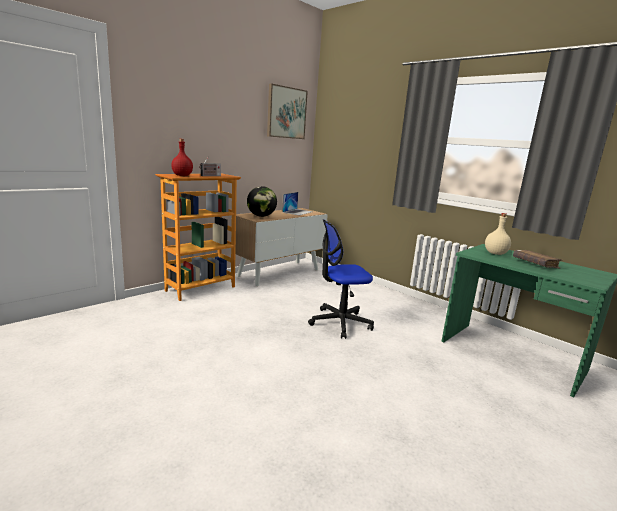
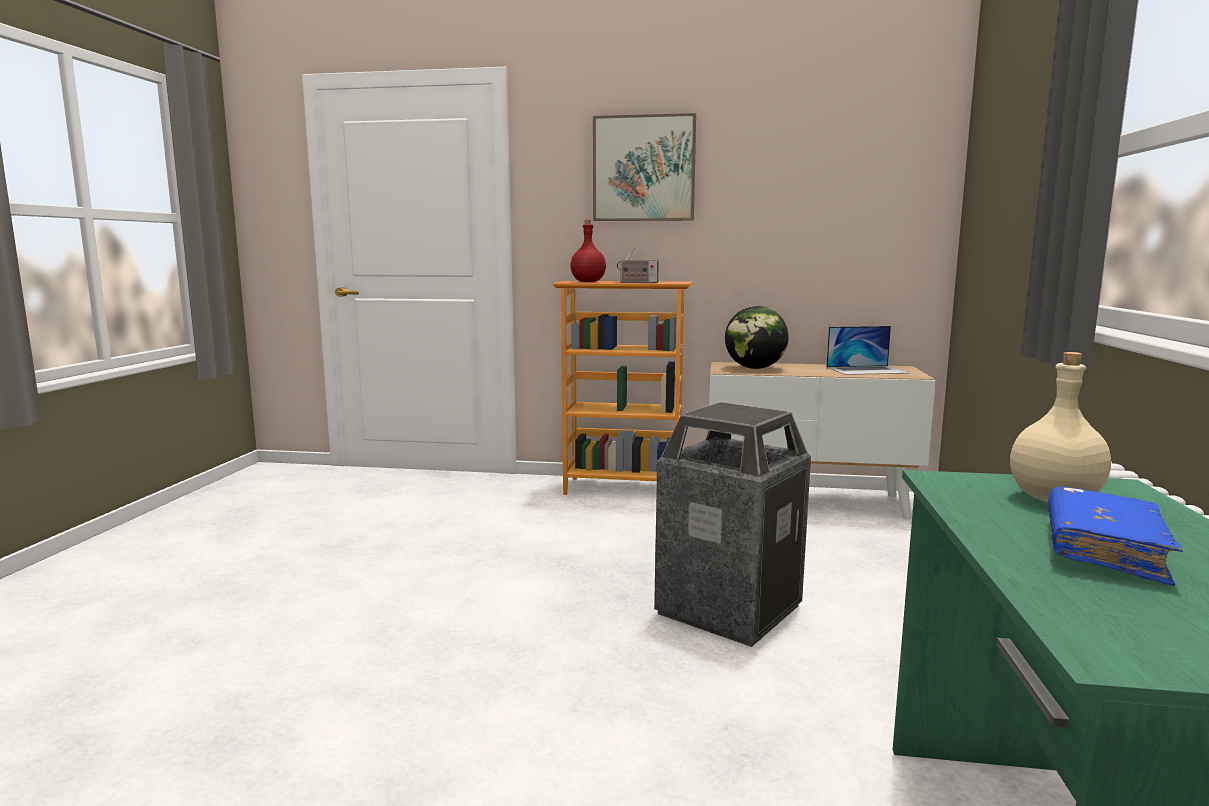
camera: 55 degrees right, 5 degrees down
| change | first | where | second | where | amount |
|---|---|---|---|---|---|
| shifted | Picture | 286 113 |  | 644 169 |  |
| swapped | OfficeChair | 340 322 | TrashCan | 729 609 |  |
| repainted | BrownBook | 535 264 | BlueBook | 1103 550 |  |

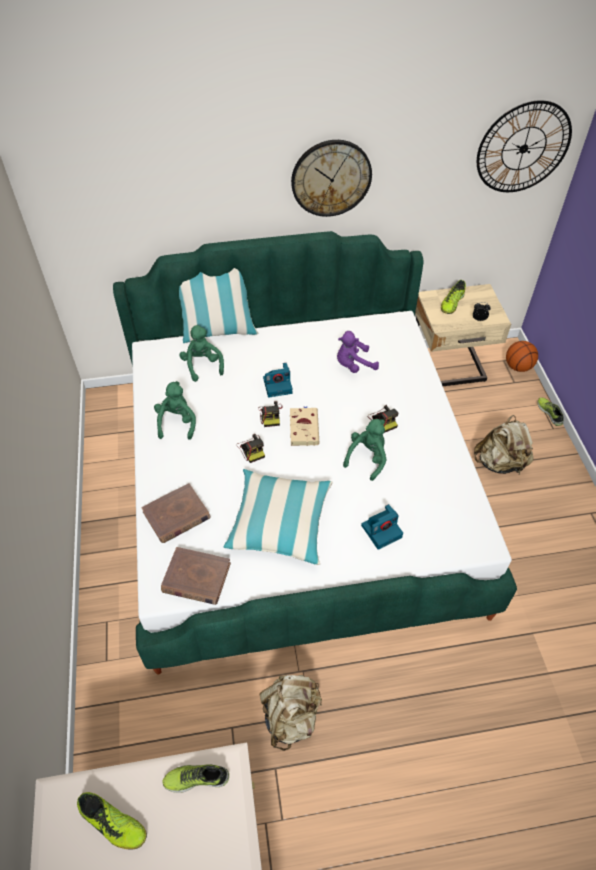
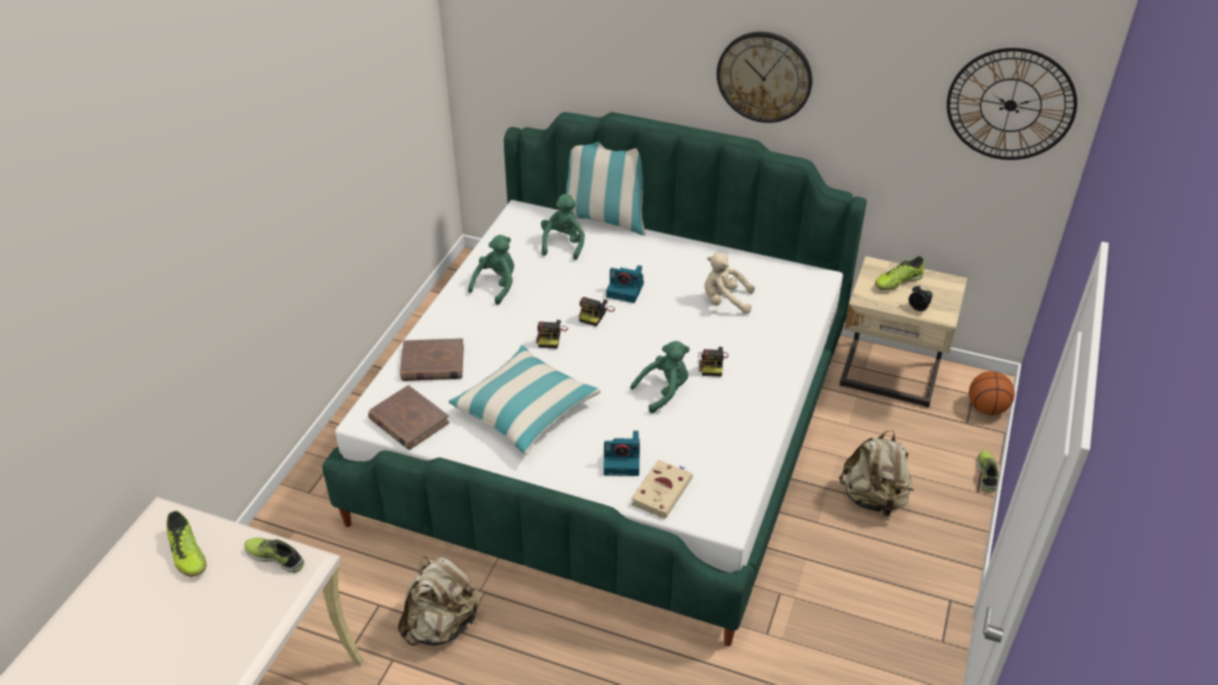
camera: 30 degrees right, 10 degrees down
| change | first | where | second | where | amount |
|---|---|---|---|---|---|
| shifted | BeigeBook | 303 427 |  | 662 491 |  |
| repainted | PurplePlushToy | 353 365 | BeigePlushToy | 725 301 |  |

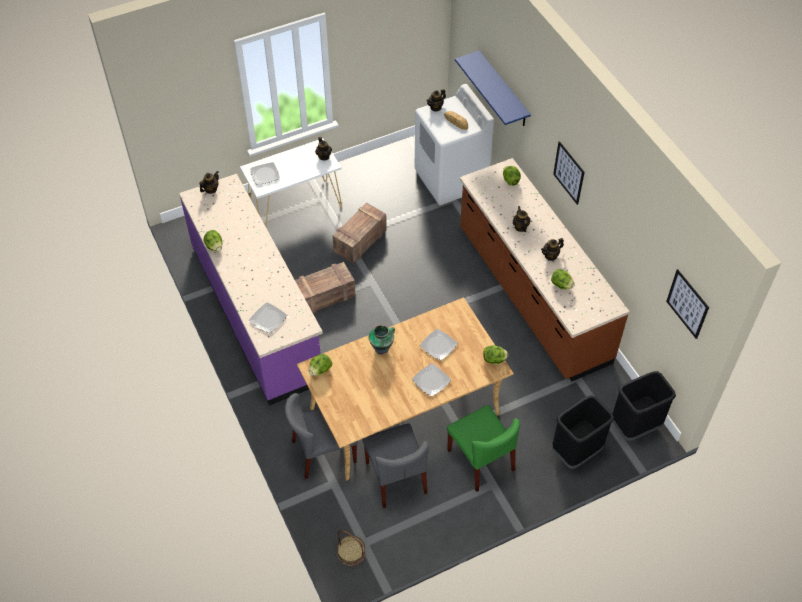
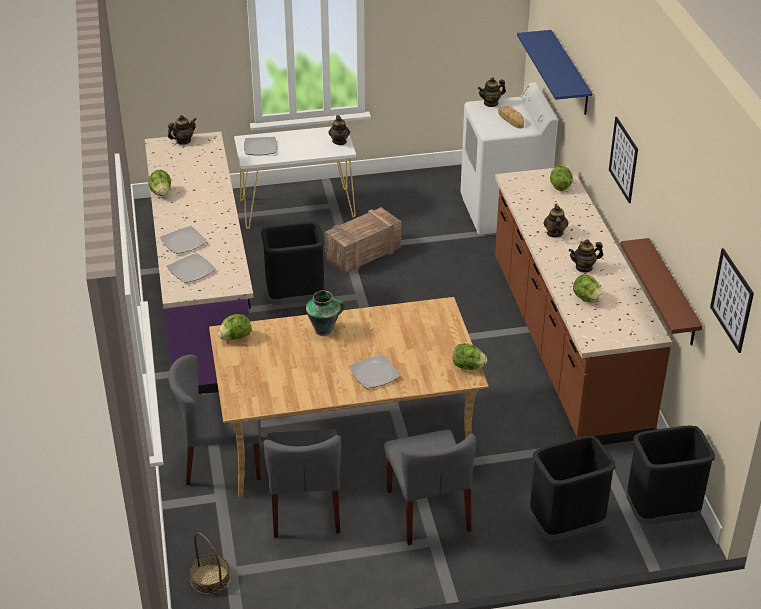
camera: 15 degrees right, 15 degrees down
| change | first | where | second | where | amount |
|---|---|---|---|---|---|
| swapped | Crate | 325 296 | BlackTrashCan | 296 300 |  |
| shifted | Plate | 439 345 |  | 184 242 |  |
| repainted | GreenChair | 481 460 | GreyChair | 428 511 |  |
| new |  |  | BrownShelf | 672 294 |  |

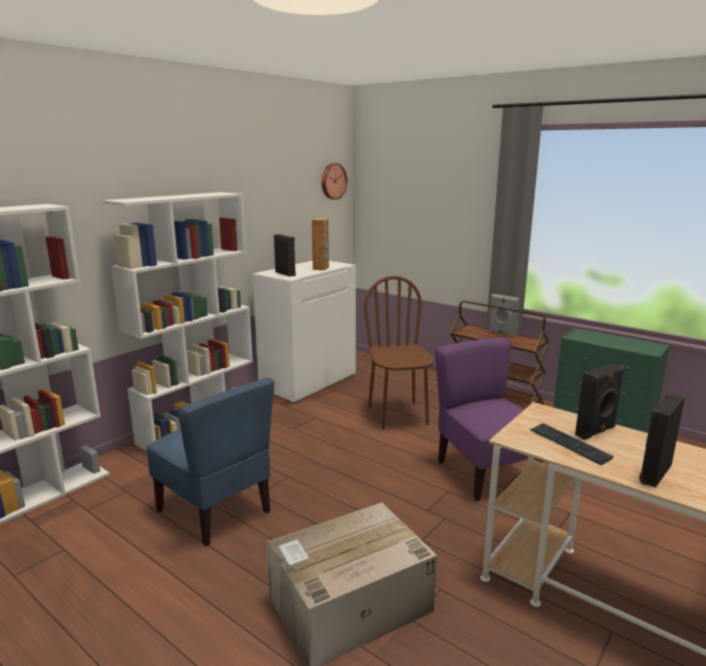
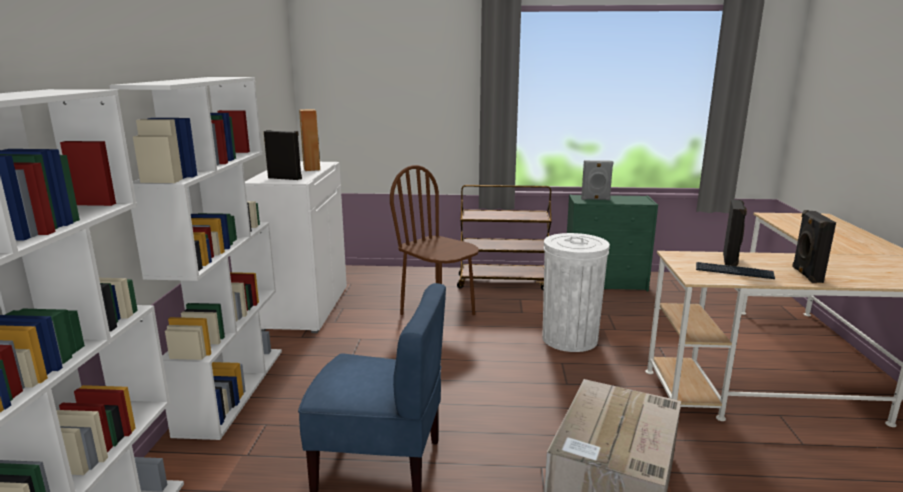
camera: 35 degrees left, 0 degrees up
| change | first | where | second | where | amount |
|---|---|---|---|---|---|
| gone | WallClock | 332 181 |  |  |  |
| swapped | PurpleChair | 485 473 | WhiteTrashCan | 569 339 |  |
| shifted | GreySpeaker | 502 333 |  | 595 199 |  |

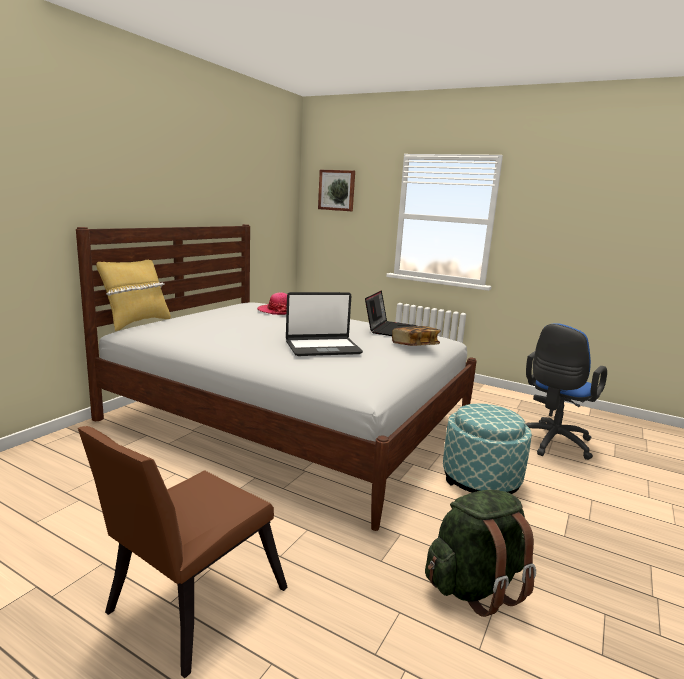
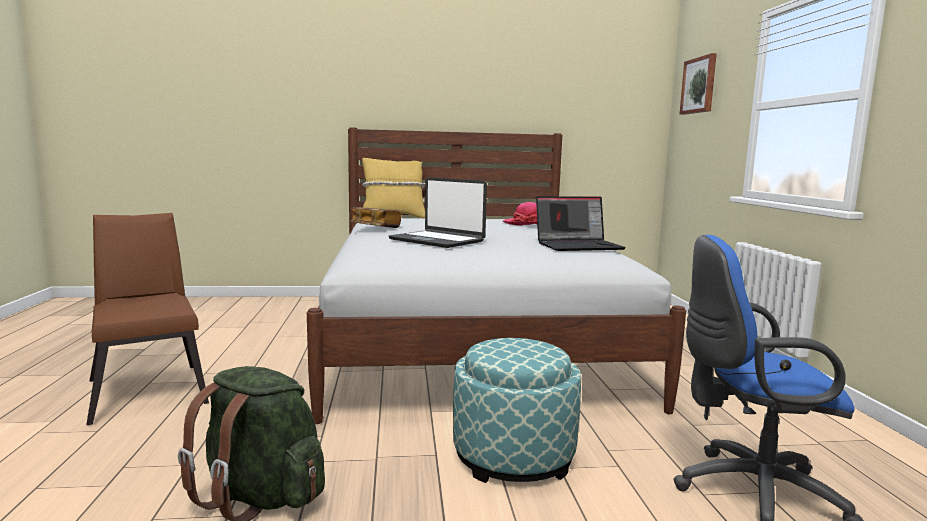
camera: 55 degrees right, 5 degrees down
| change | first | where | second | where | amount |
|---|---|---|---|---|---|
| rotated | BrownChair | 188 605 |  | 149 388 | 60 degrees clockwise |
| shifted | Book | 415 346 |  | 375 228 |  |

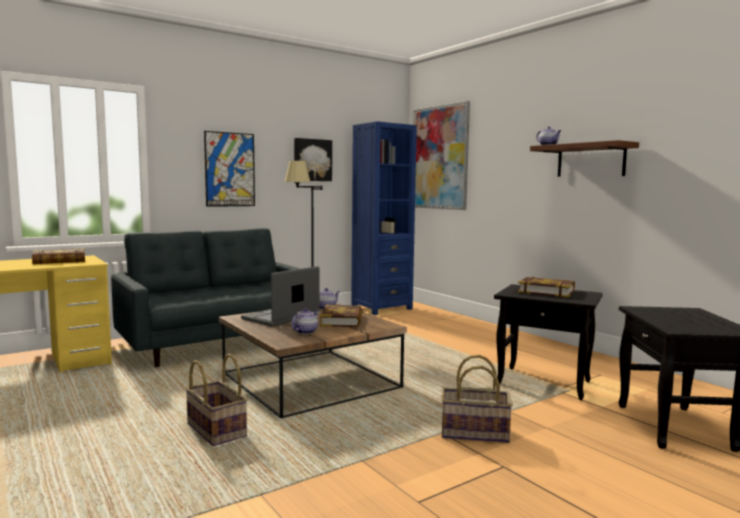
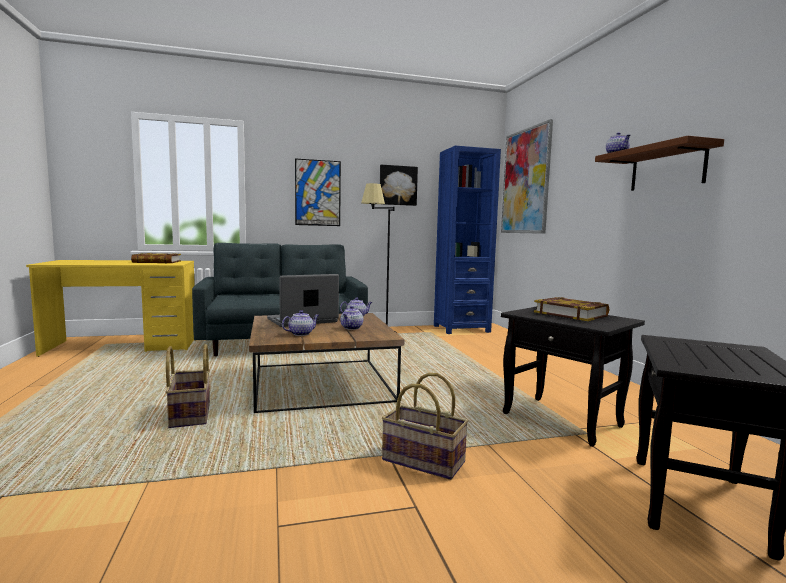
camera: 20 degrees right, 0 degrees up
| change | first | where | second | where | amount |
|---|---|---|---|---|---|
| swapped | Book | 342 320 | Teapot | 351 328 |  |

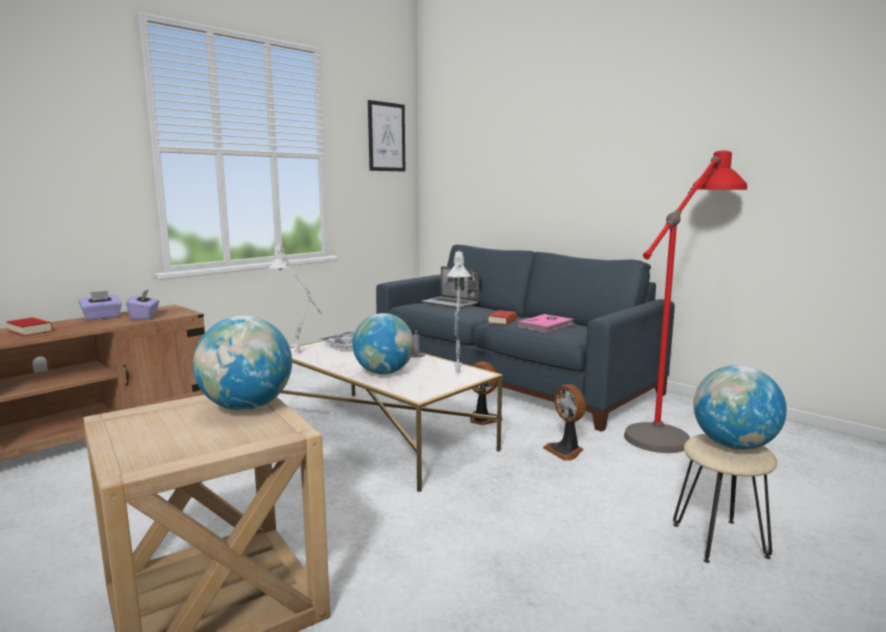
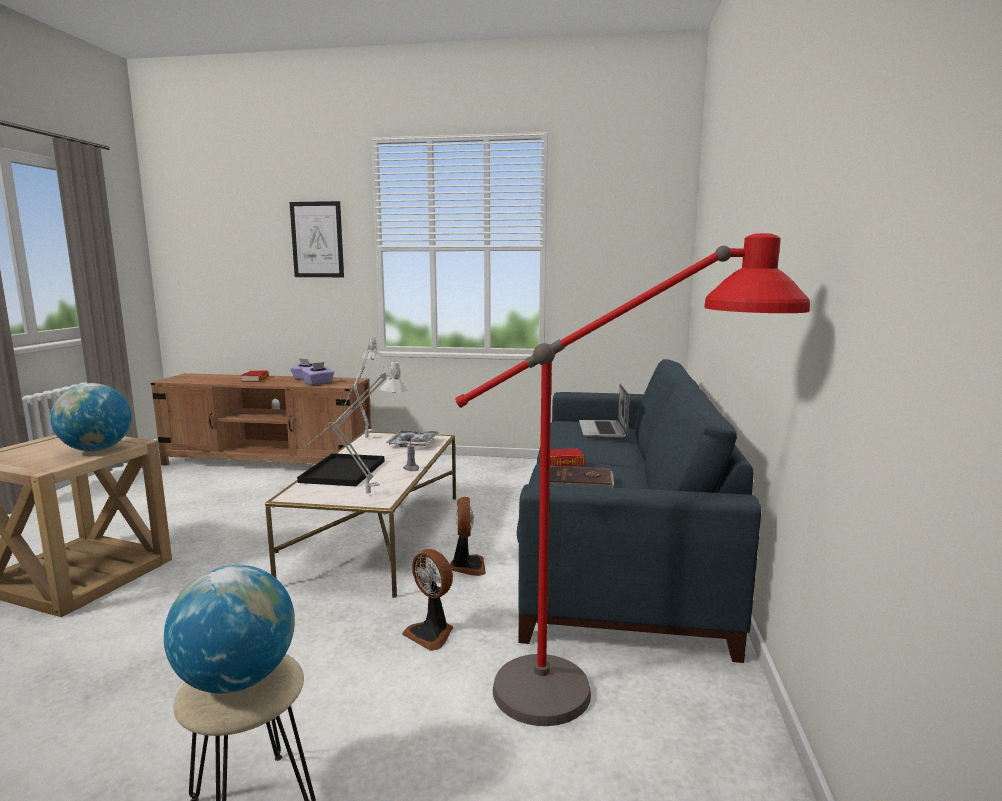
camera: 55 degrees right, 0 degrees up
| change | first | where | second | where | amount |
|---|---|---|---|---|---|
| swapped | Globe | 384 373 | BlackTray | 343 472 |  |
| shifted | Picture | 386 137 |  | 317 240 |  |
| repainted | PinkBook | 547 326 | BrownBook | 579 482 |  |
| rotated | Fan | 565 451 |  | 431 633 | 75 degrees counterclockwise |

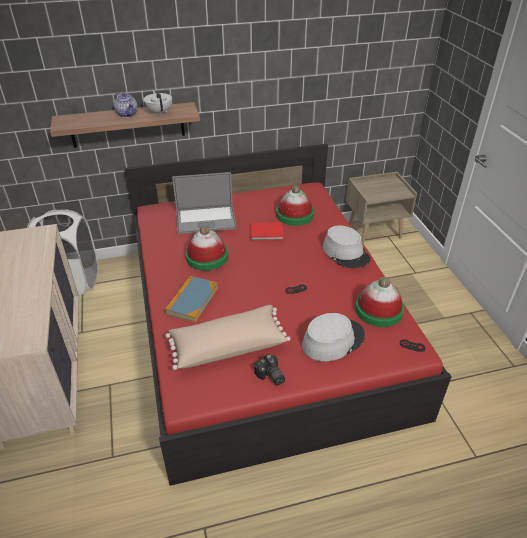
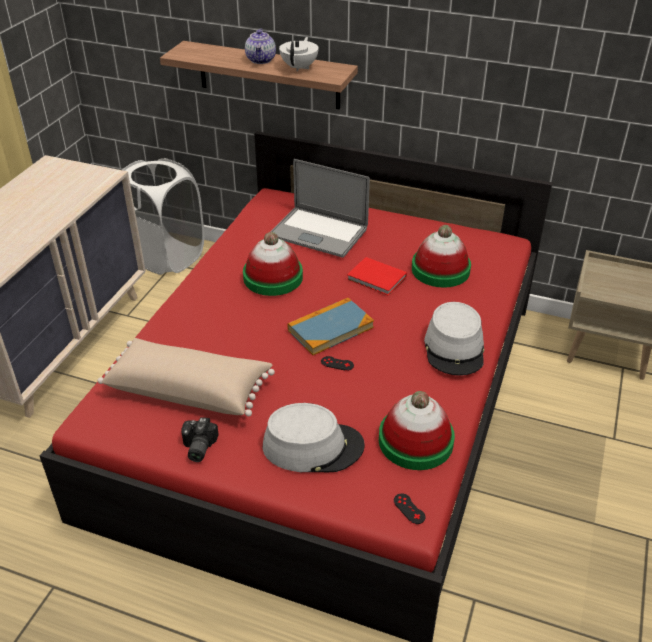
camera: 35 degrees right, 0 degrees up
| change | first | where | second | where | amount |
|---|---|---|---|---|---|
| shifted | Book | 192 300 |  | 330 328 |  |

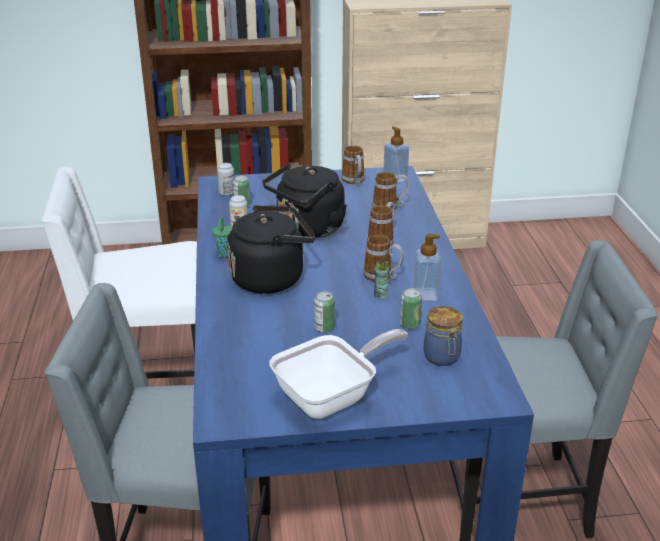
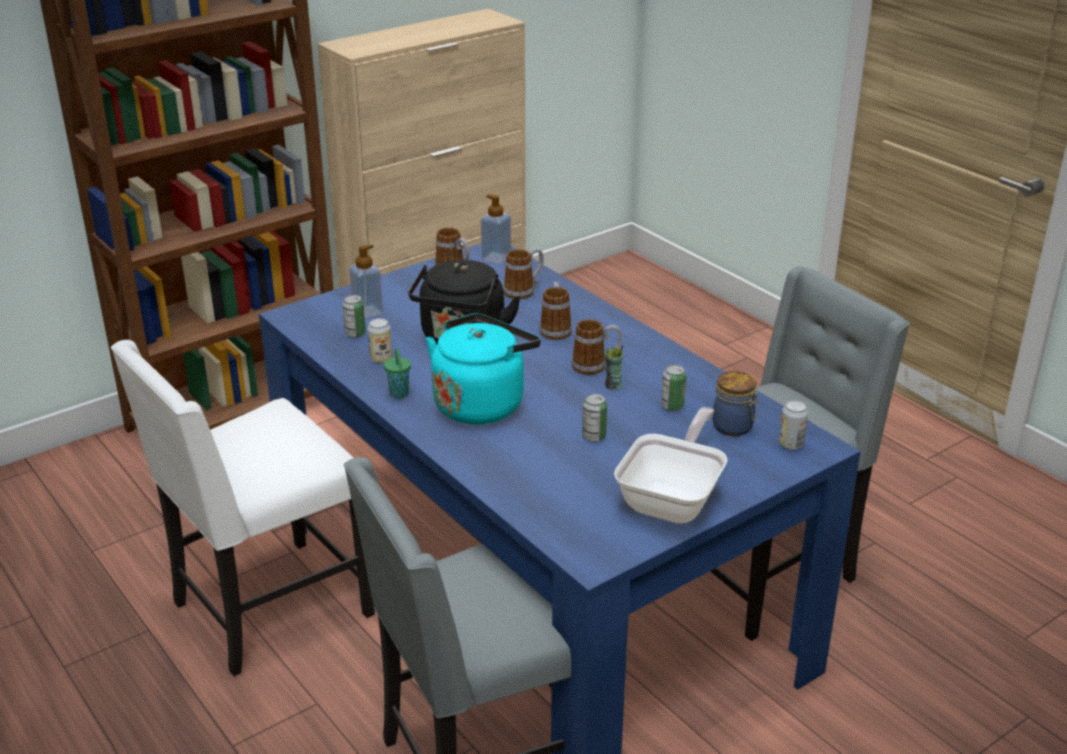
camera: 30 degrees left, 0 degrees up
| change | first | where | second | where | amount |
|---|---|---|---|---|---|
| shifted | Can | 227 193 |  | 791 444 |  |
| repainted | BlackKettle | 271 278 | TurquoiseKettle | 481 403 |  |
| shifted | SoapDispenser | 425 295 |  | 367 312 |  |

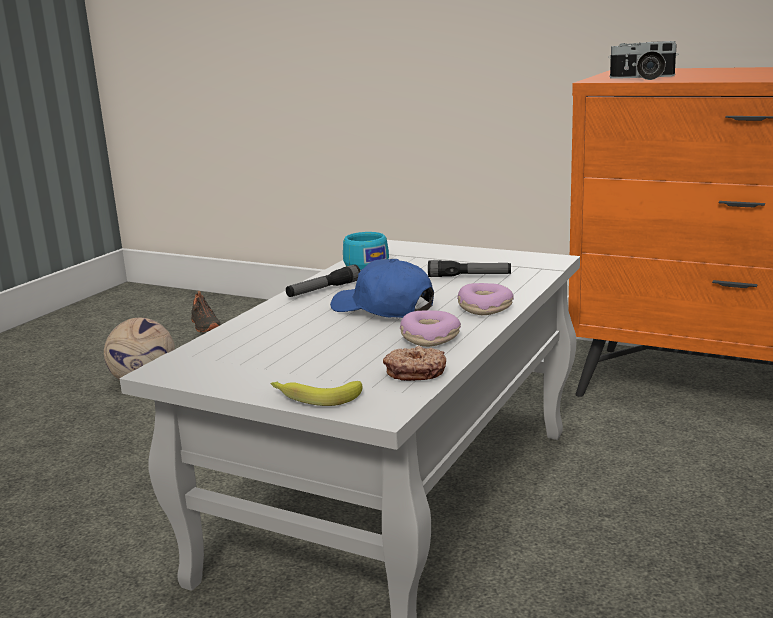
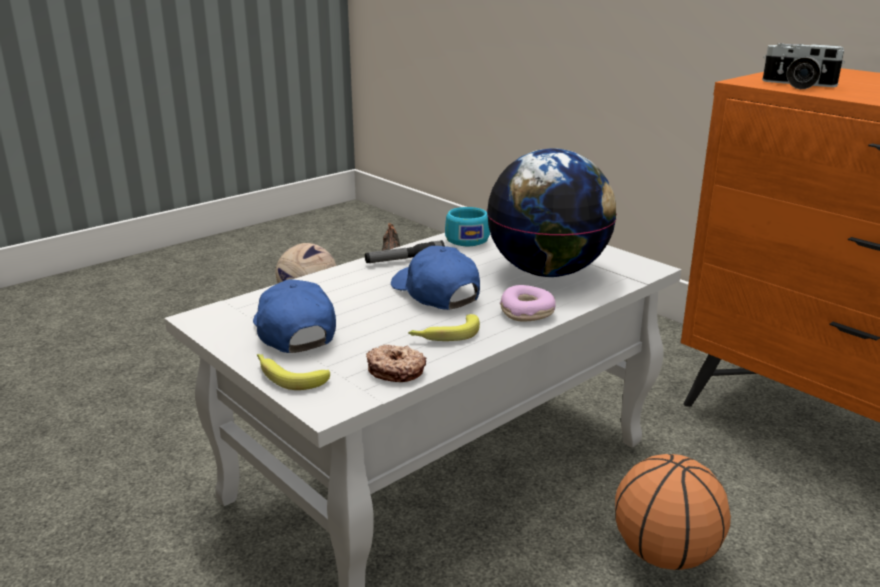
camera: 20 degrees right, 5 degrees up
| change | first | where | second | where | amount |
|---|---|---|---|---|---|
| swapped | Donut | 429 337 | Banana | 444 335 |  |
| swapped | Flashlight | 469 276 | Globe | 548 272 |  |
| new |  |  | BlueCap | 293 331 |  |
| new |  |  | Basketball | 665 554 |  |

